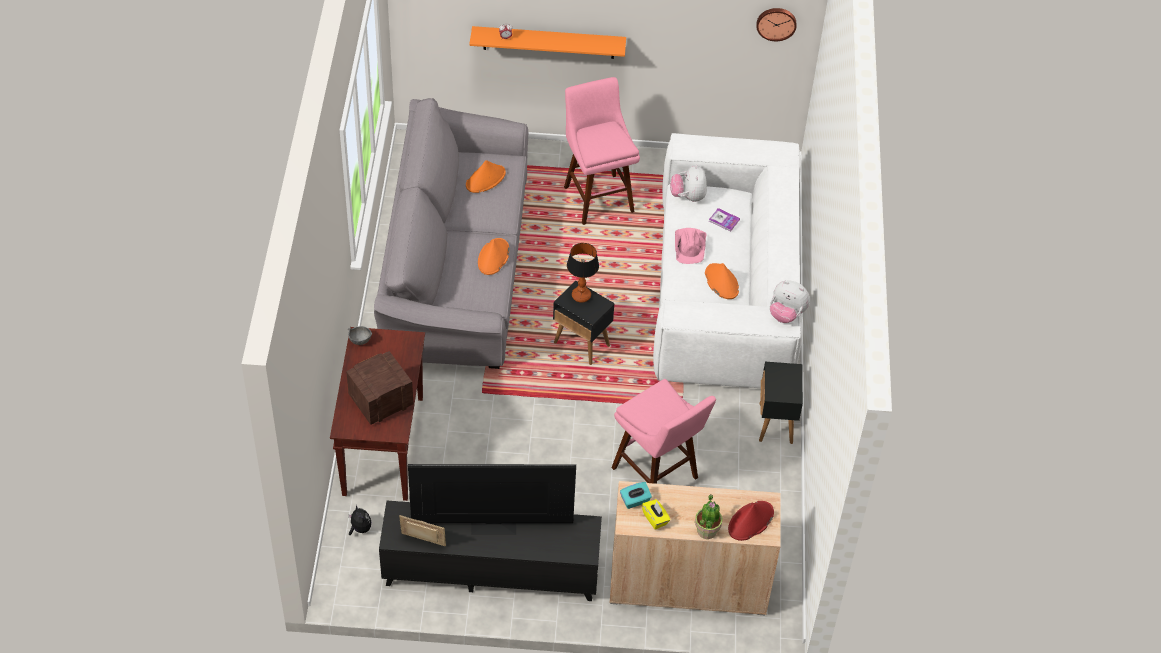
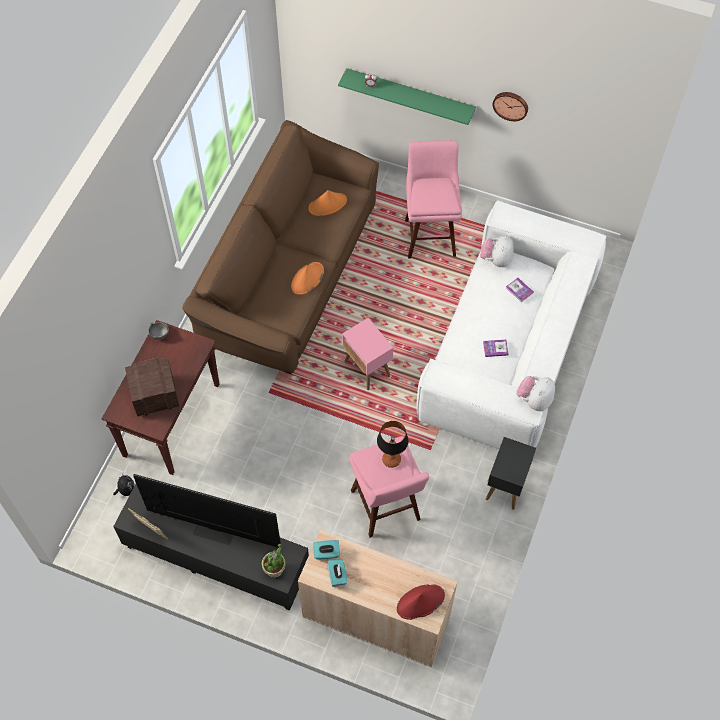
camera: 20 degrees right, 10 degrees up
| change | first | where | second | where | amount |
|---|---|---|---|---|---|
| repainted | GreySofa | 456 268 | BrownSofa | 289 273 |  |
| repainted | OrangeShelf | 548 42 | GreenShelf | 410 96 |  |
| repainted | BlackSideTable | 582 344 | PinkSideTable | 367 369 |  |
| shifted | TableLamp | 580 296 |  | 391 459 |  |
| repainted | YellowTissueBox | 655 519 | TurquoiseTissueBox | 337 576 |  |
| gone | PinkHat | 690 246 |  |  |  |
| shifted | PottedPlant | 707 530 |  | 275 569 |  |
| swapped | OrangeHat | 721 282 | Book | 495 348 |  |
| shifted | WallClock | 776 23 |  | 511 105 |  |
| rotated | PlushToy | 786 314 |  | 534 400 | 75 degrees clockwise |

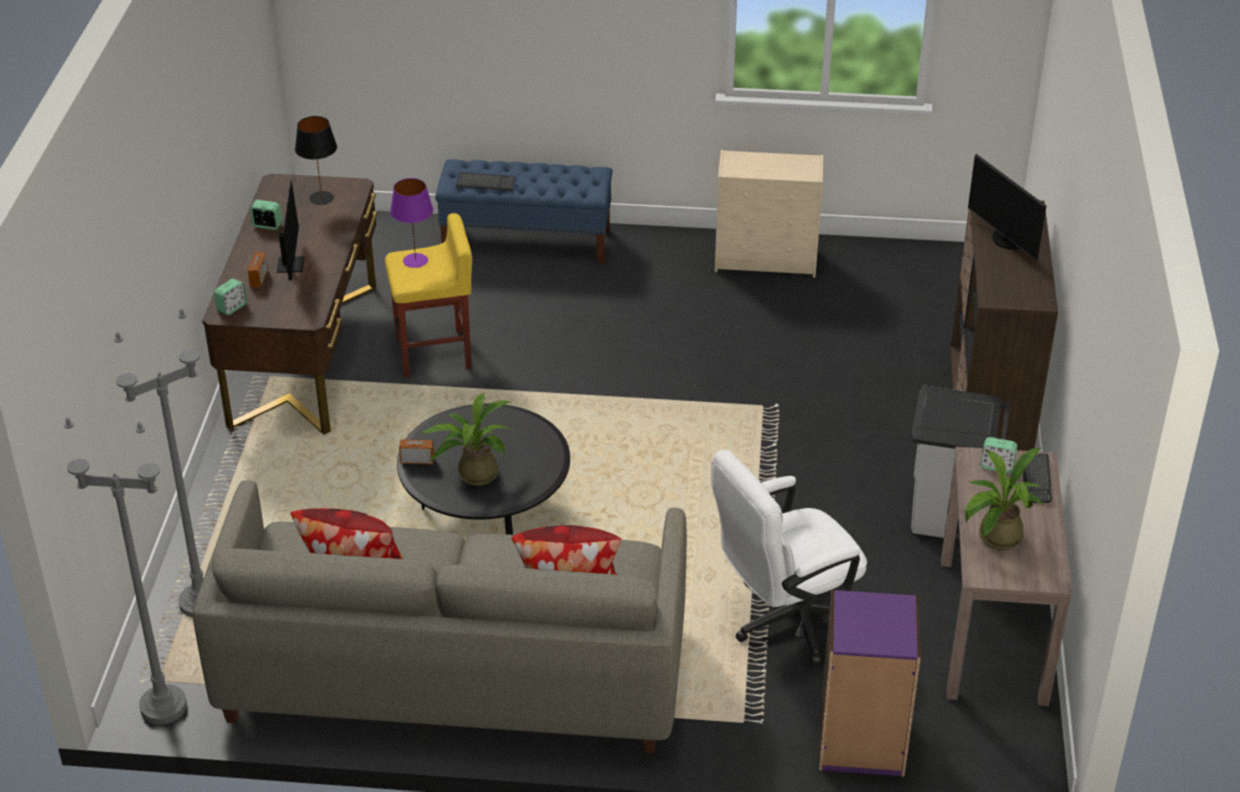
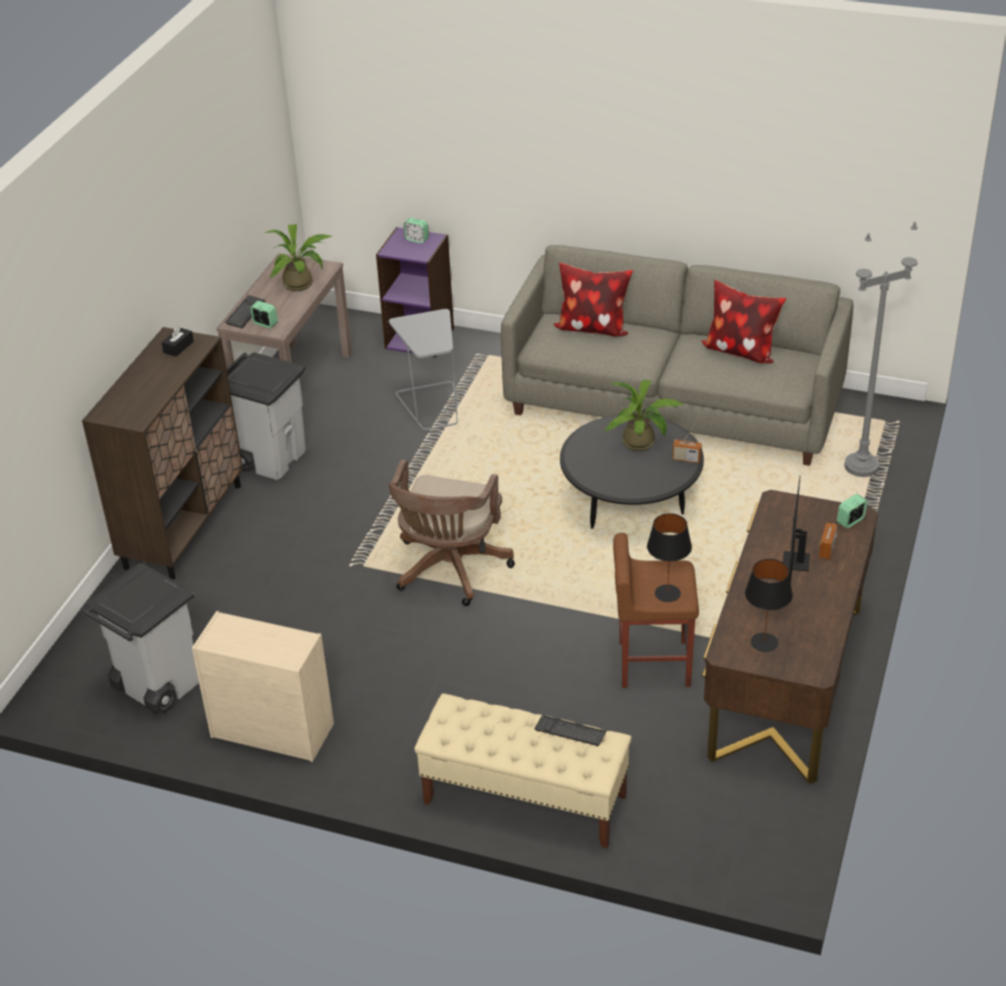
camera: 165 degrees left, 0 degrees up
| change | first | where | second | where | amount |
|---|---|---|---|---|---|
| gone | GreyFloorLamp | 163 707 |  |  |  |
| shifted | AlarmClock | 267 225 |  | 417 239 |  |
| repainted | YellowStool | 435 353 | BrownStool | 652 663 |  |
| repainted | PurpleTableLamp | 415 260 | BlackTableLamp | 668 593 |  |
| repainted | BlueBench | 527 242 | BeigeBench | 524 799 |  |
| swapped | WhiteOfficeChair | 785 621 | GreySideTable | 431 406 |  |
| gone | Monitor | 1007 240 |  |  |  |
| new |  |  | GreyTrashCan | 155 686 |  |
| new |  |  | BlackTissueBox | 178 347 |  |
| new |  |  | BrownOfficeChair | 449 571 |  |

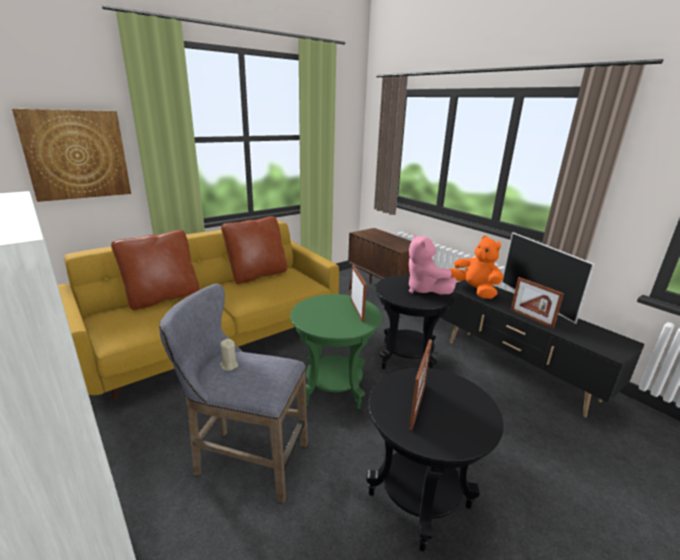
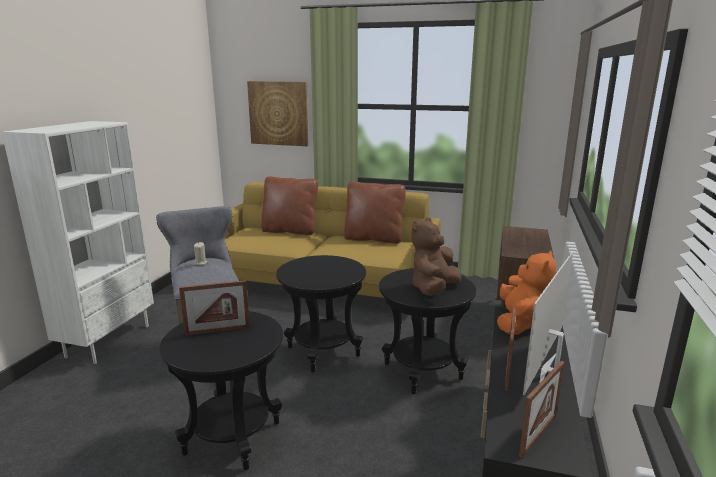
camera: 55 degrees right, 5 degrees down
| change | first | where | second | where | amount |
|---|---|---|---|---|---|
| repainted | GreenSideTable | 334 389 | BlackSideTable | 323 352 |  |
| shifted | PictureFrame | 357 310 |  | 538 435 |  |
| repainted | PinkPlushToy | 424 290 | BrownPlushToy | 433 289 |  |

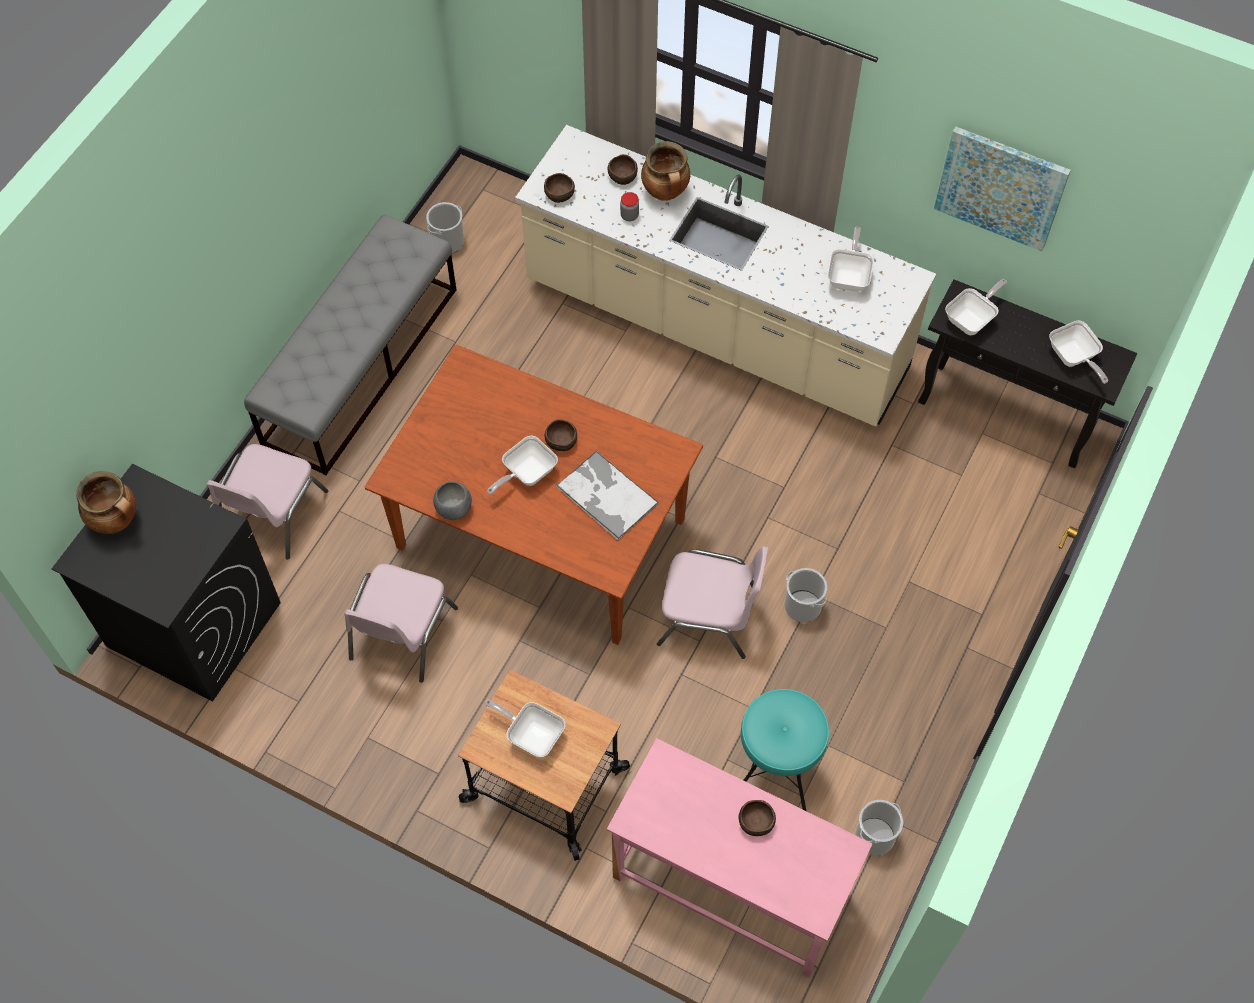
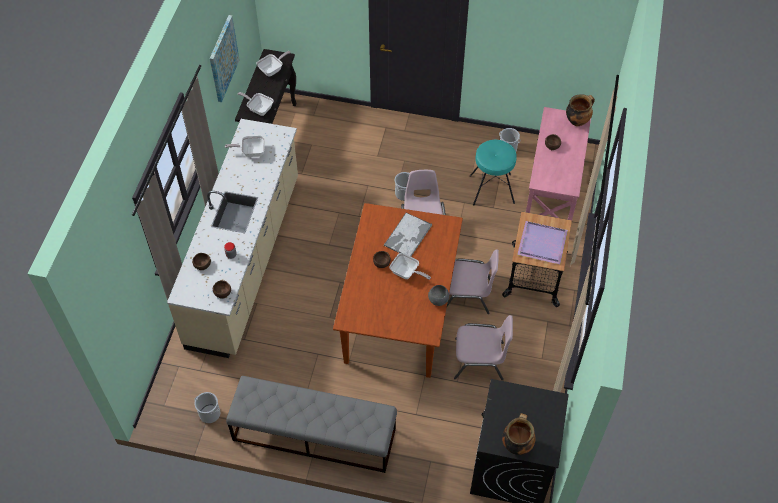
camera: 105 degrees left, 5 degrees down
| change | first | where | second | where | amount |
|---|---|---|---|---|---|
| shifted | PinkChair | 272 514 |  | 467 295 |  |
| swapped | FryingPan | 531 734 | PurpleTray | 541 244 |  |
| shifted | CookingPot | 666 193 |  | 577 121 |  |

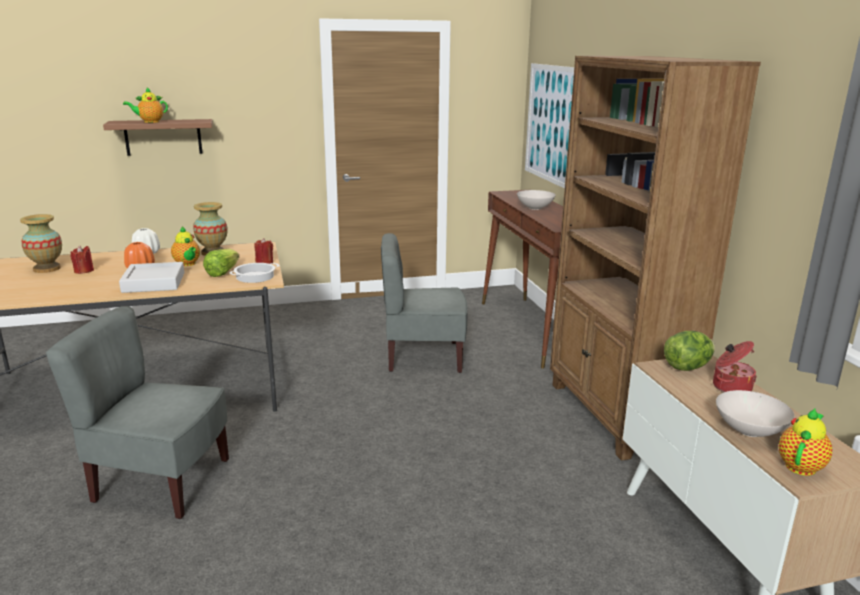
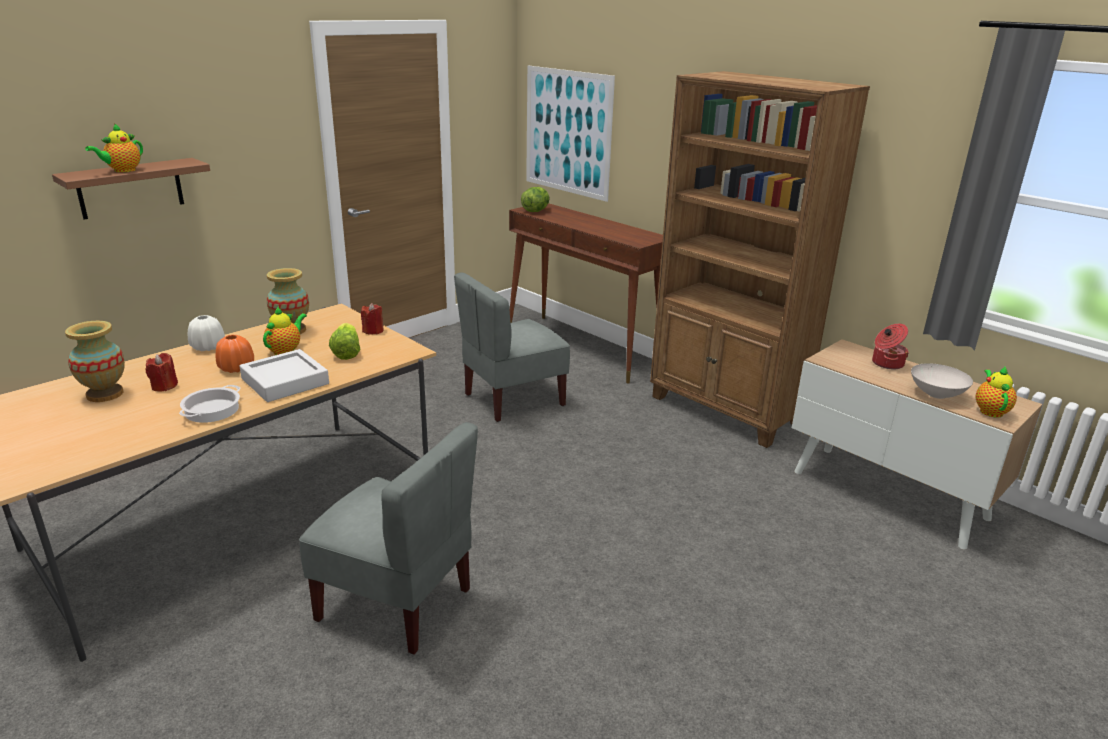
camera: 30 degrees left, 5 degrees up
| change | first | where | second | where | amount |
|---|---|---|---|---|---|
| rotated | GreyChair | 160 482 |  | 397 603 | 135 degrees counterclockwise |
| rotated | Teapot | 187 264 |  | 286 350 | 90 degrees counterclockwise |
| shifted | CookingPot | 255 277 |  | 212 410 |  |
| gone | WhiteBowl | 535 208 |  |  |  |
| shifted | Lettuce | 687 367 |  | 535 211 |  |

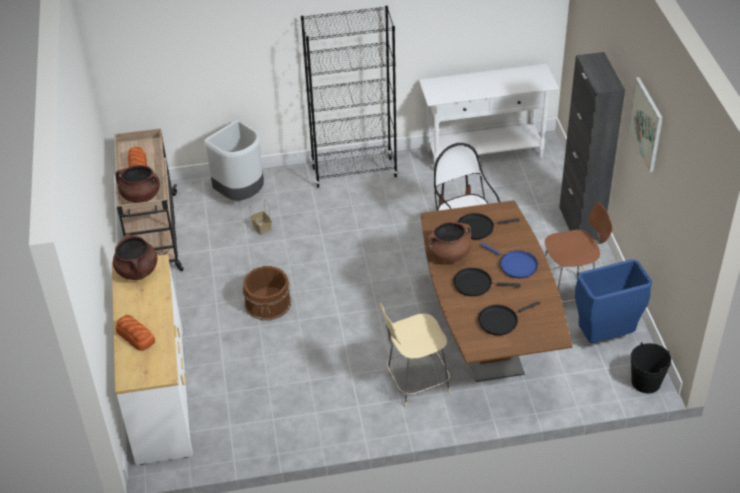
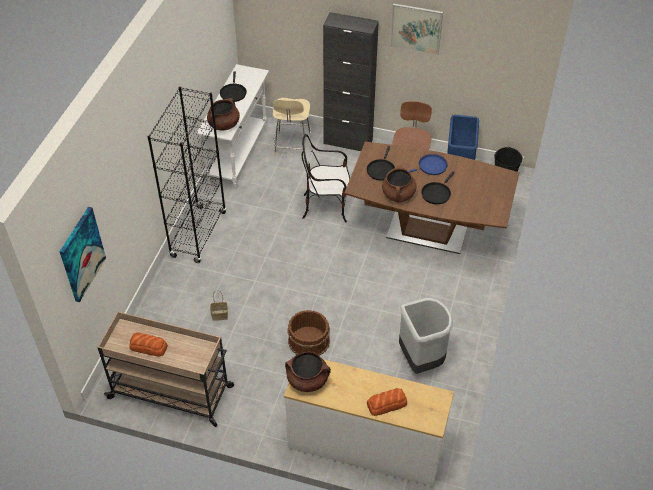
camera: 65 degrees left, 5 degrees up
| change | first | where | second | where | amount |
|---|---|---|---|---|---|
| shifted | BrownCookingPot | 140 196 |  | 224 125 |  |
| shifted | GreyTrashCan | 241 195 |  | 421 360 |  |
| shifted | BeigeChair | 415 383 |  | 292 146 |  |
| shifted | BlackFryingPan | 500 321 |  | 233 93 |  |
| new |  |  | Picture | 81 254 |  |

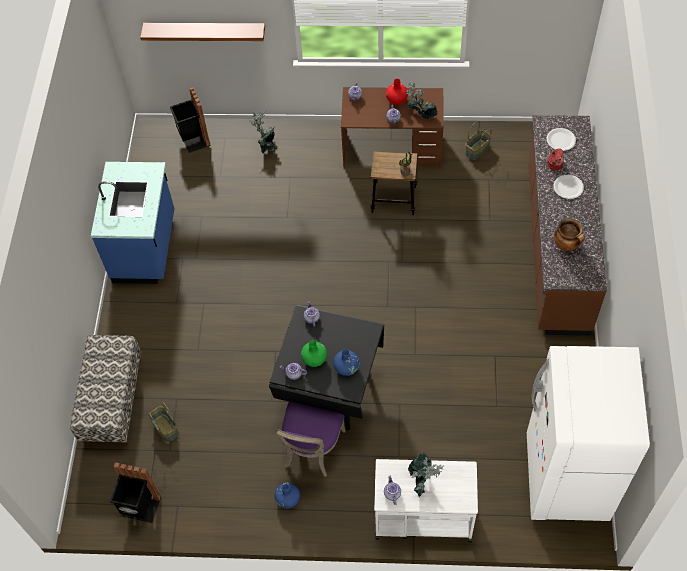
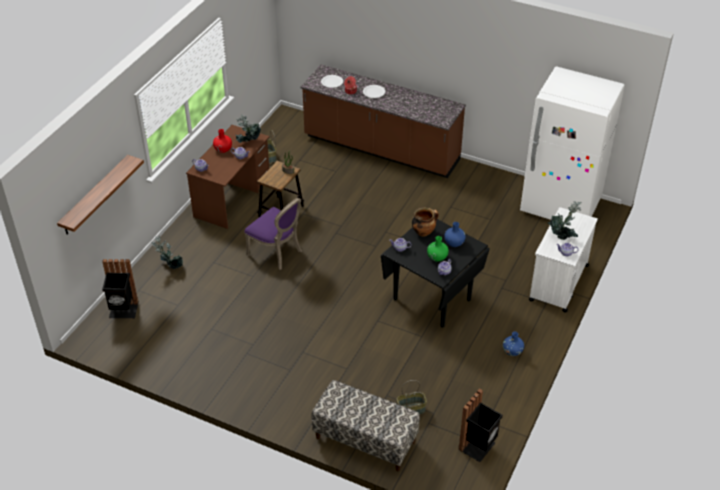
camera: 70 degrees left, 15 degrees down
| change | first | where | second | where | amount |
|---|---|---|---|---|---|
| gone | BlueCounter | 146 248 |  |  |  |
| shifted | PurpleChair | 311 450 |  | 277 252 |  |
| shifted | CookingPot | 566 245 |  | 423 232 |  |

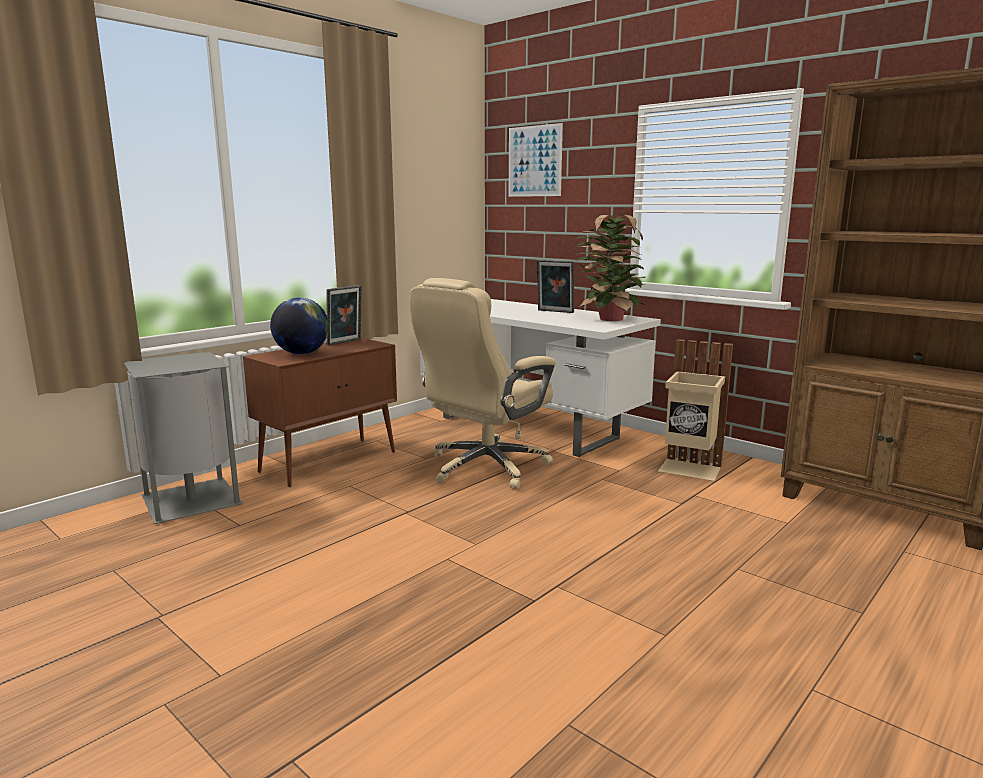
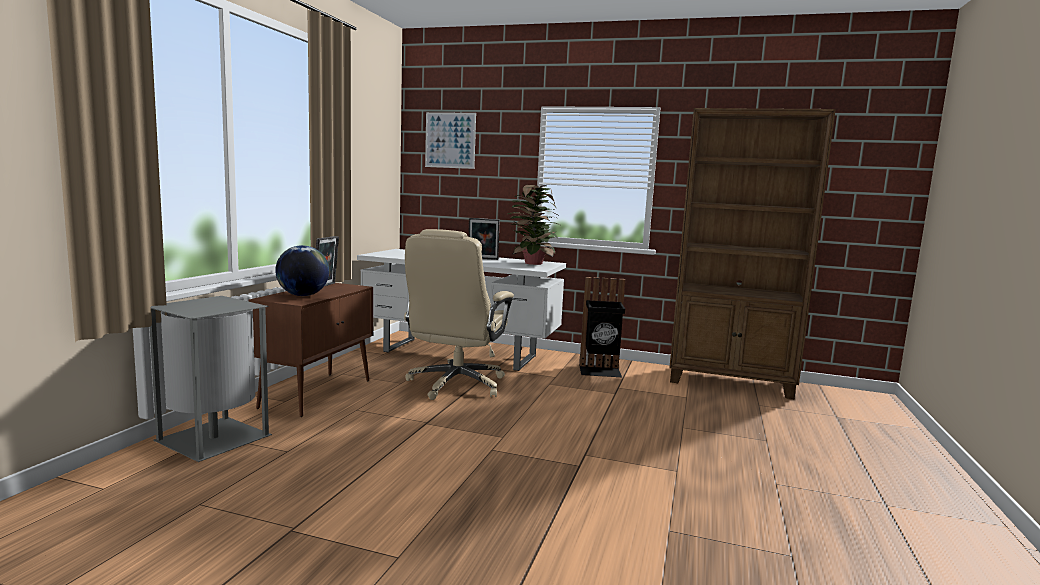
camera: 25 degrees left, 5 degrees down
| change | first | where | second | where | amount |
|---|---|---|---|---|---|
| repainted | BeigeTrashCan | 690 469 | BlackTrashCan | 600 371 |  |

